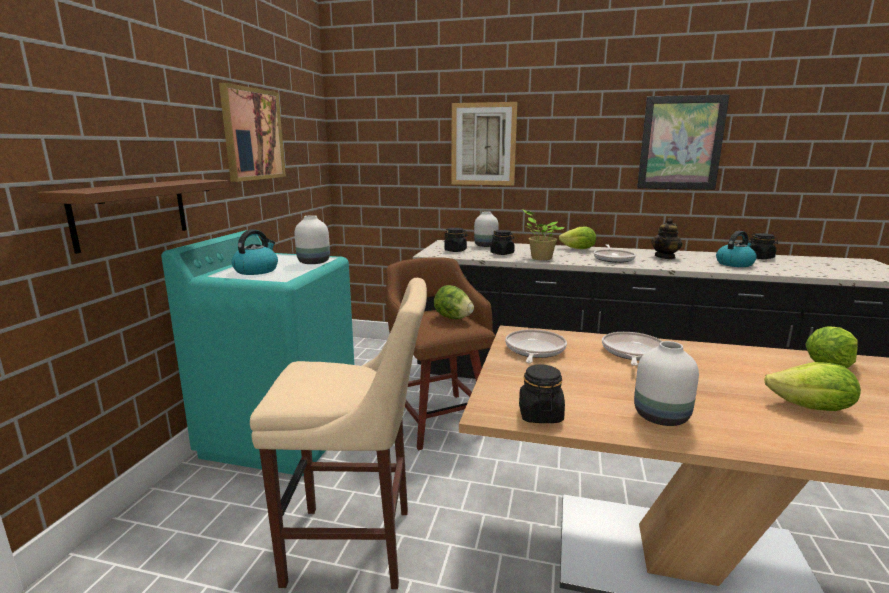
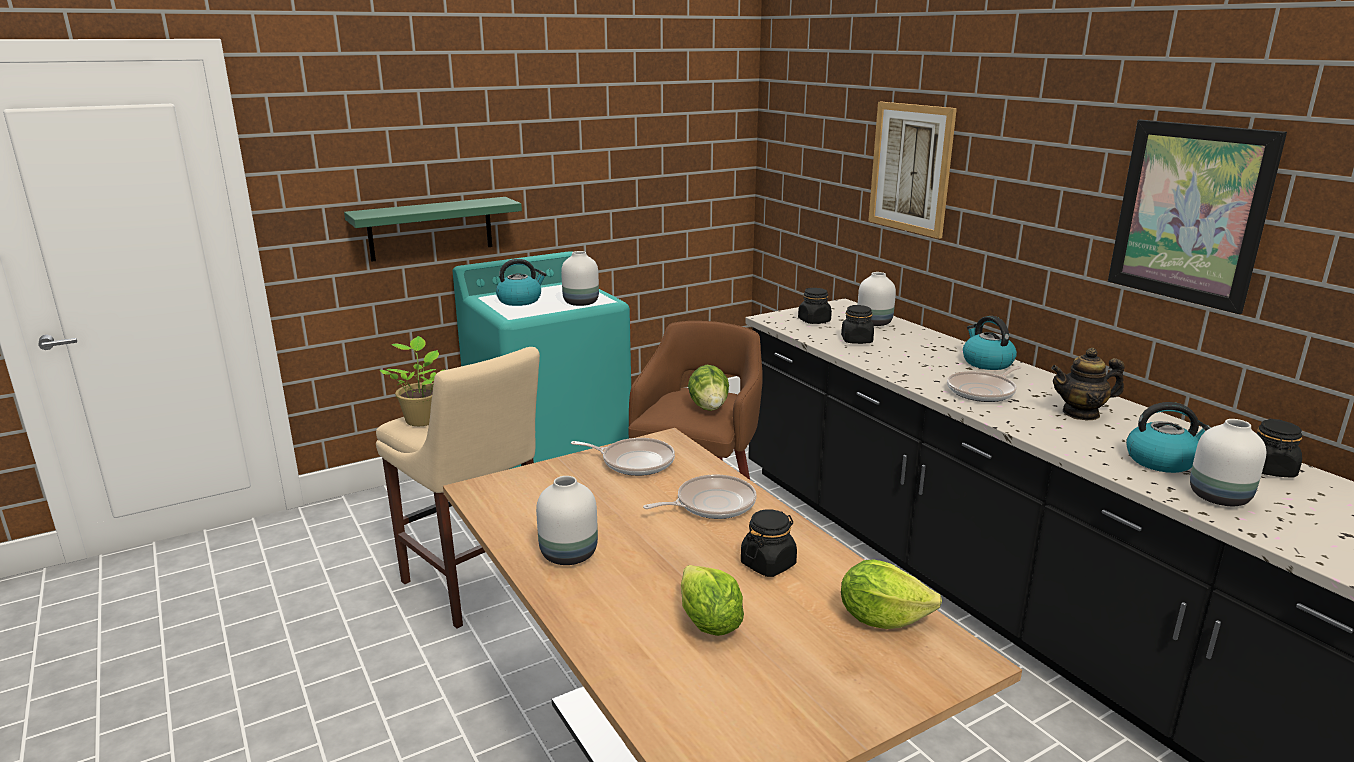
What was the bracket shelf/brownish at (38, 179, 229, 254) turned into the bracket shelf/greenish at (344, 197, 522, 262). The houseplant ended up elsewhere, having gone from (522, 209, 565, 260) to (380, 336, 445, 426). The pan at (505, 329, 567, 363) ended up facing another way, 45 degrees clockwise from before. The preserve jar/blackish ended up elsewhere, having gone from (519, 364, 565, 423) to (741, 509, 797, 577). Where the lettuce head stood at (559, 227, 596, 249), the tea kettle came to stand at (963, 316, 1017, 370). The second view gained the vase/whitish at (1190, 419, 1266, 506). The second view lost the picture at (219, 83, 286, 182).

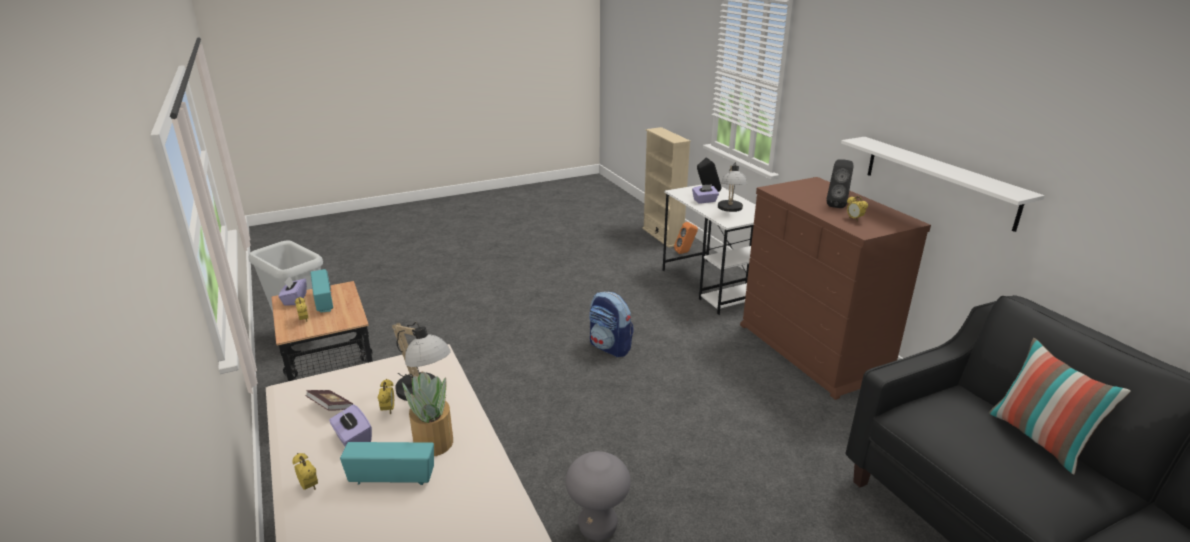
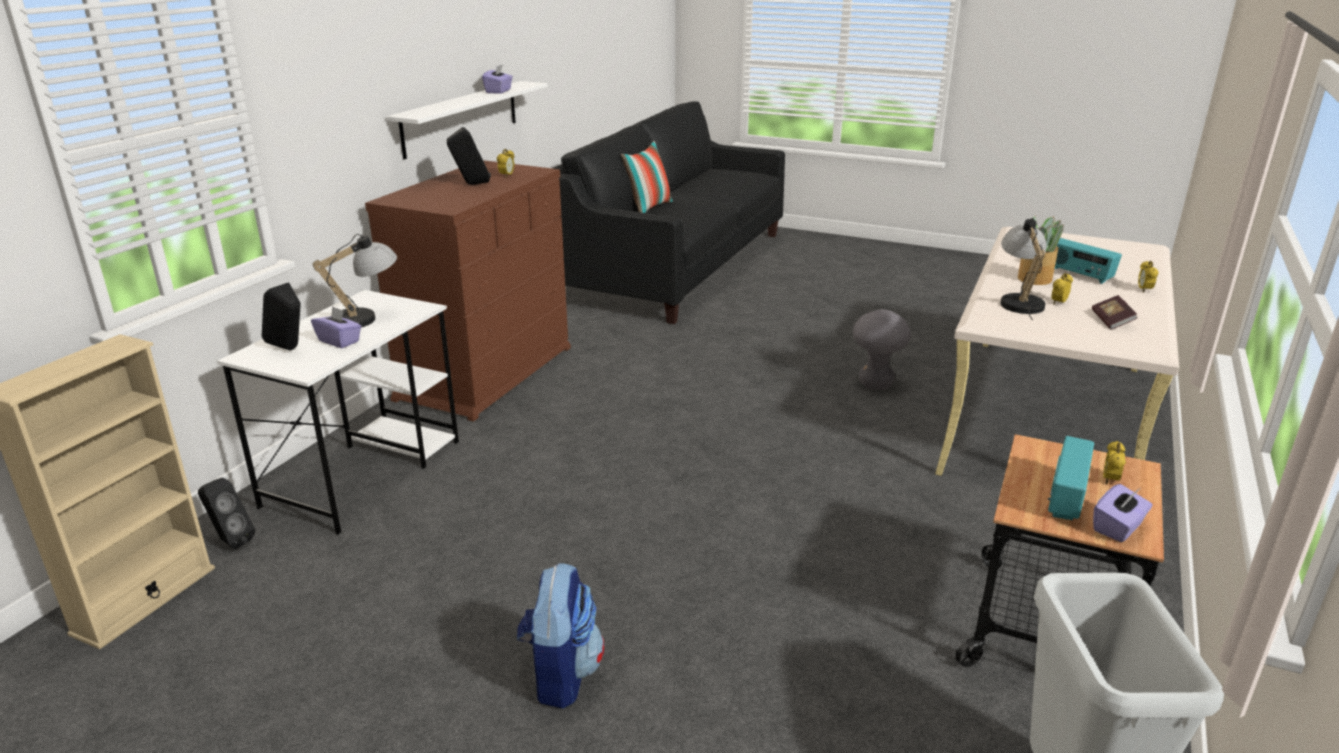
What was the loudspeaker/orangey at (674, 222, 698, 254) turned into the loudspeaker/blackish at (198, 478, 255, 549). The tissue holder/purplish ended up elsewhere, having gone from (329, 405, 372, 446) to (482, 64, 513, 94). The rucksack ended up elsewhere, having gone from (589, 292, 634, 357) to (517, 563, 604, 708).

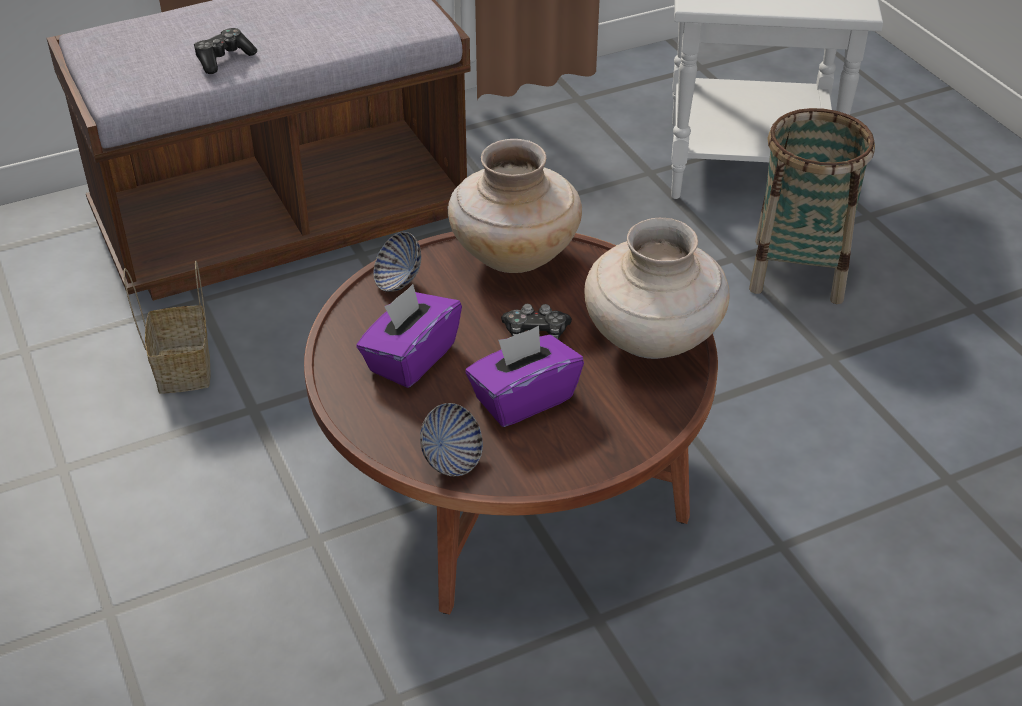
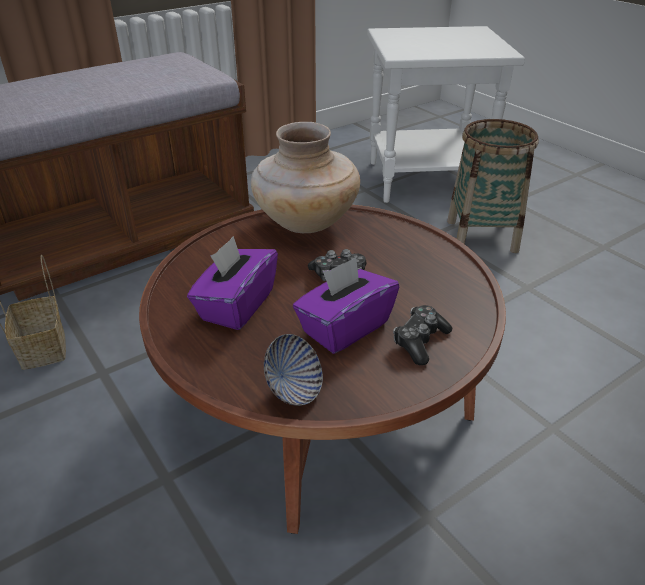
The game controller ended up elsewhere, having gone from (194, 28, 257, 74) to (393, 305, 452, 365). The second view lost the deep dish at (373, 232, 421, 292). The second view lost the vase/beige at (585, 218, 730, 359).

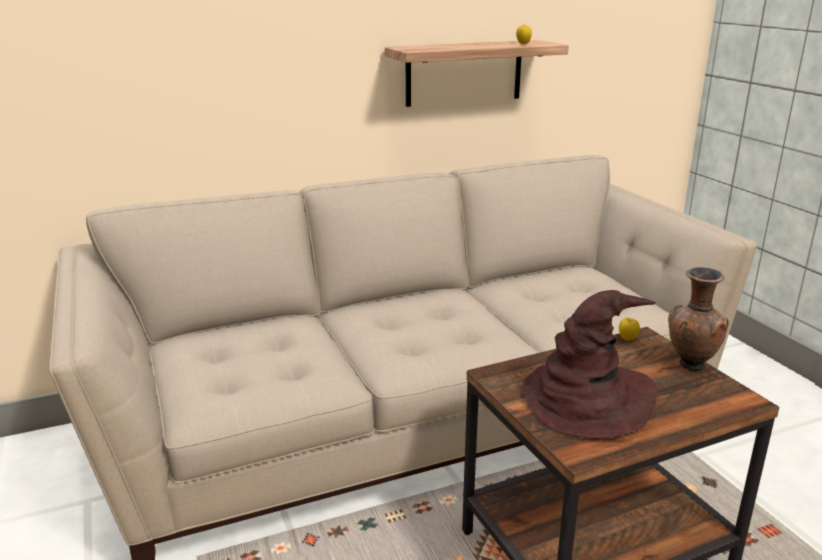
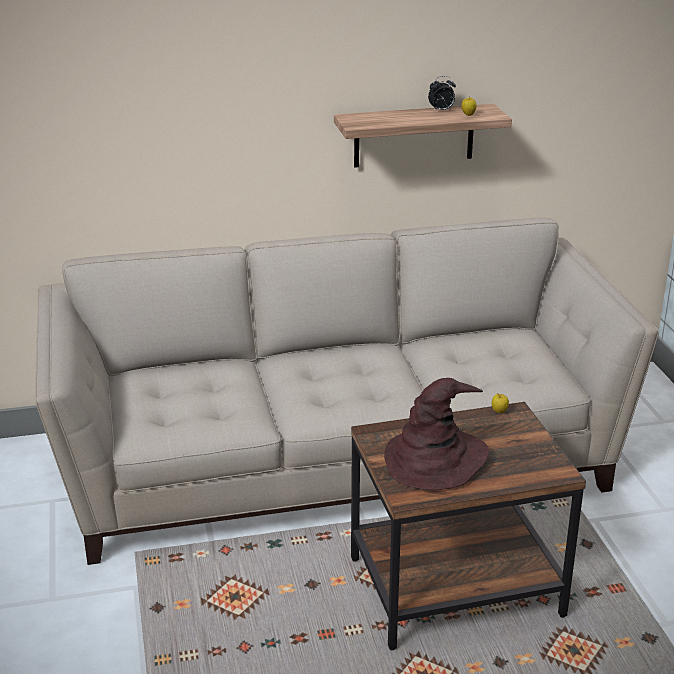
The second view gained the alarm clock at (428, 76, 456, 112). The second view lost the vase/brownish at (668, 267, 729, 371).

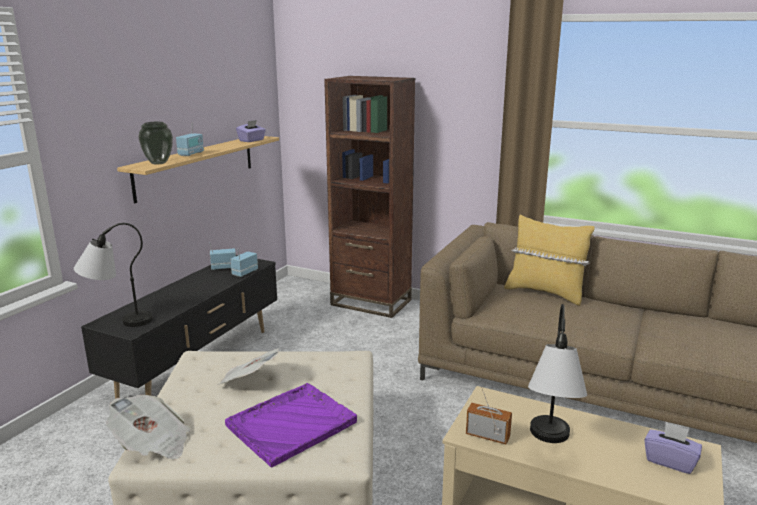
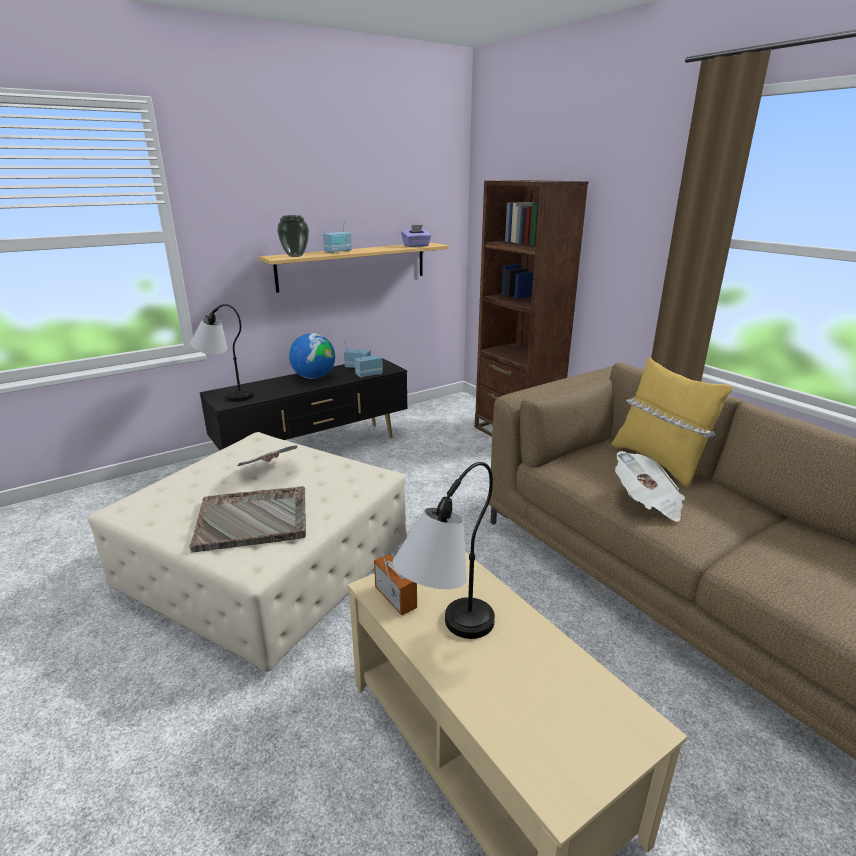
What was the carrying tray/purplish at (225, 383, 357, 467) turned into the carrying tray/greyish at (189, 486, 306, 552). The second view gained the globe at (289, 333, 335, 379). The printed paper ended up elsewhere, having gone from (106, 395, 190, 459) to (615, 451, 685, 522). The second view lost the tissue holder/purplish at (644, 422, 702, 474).

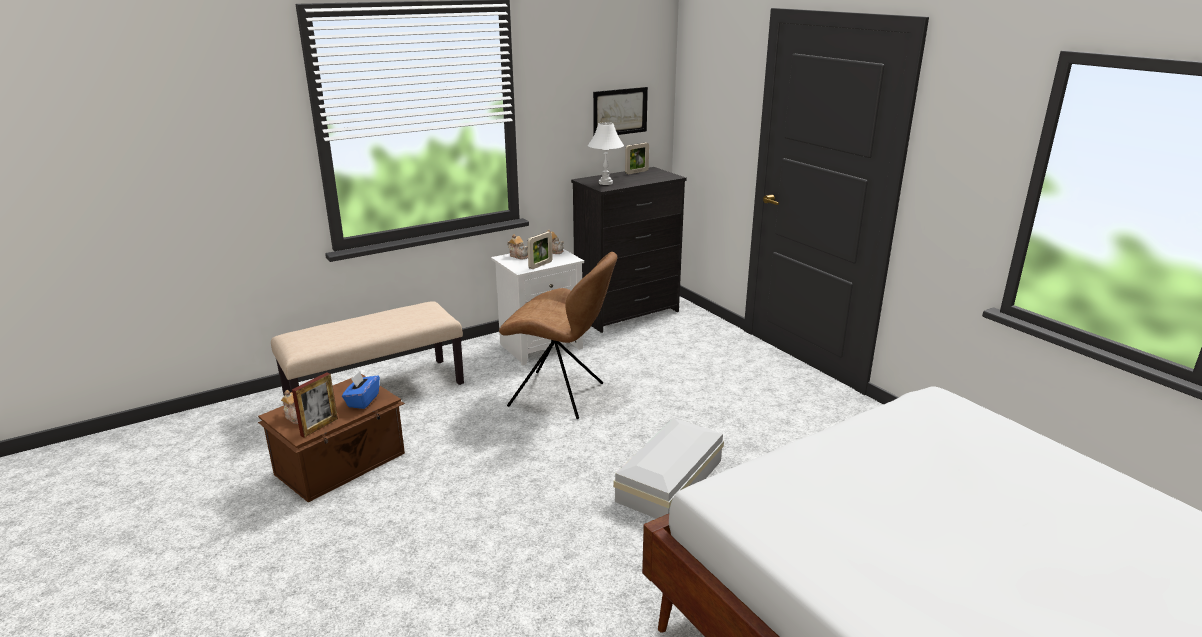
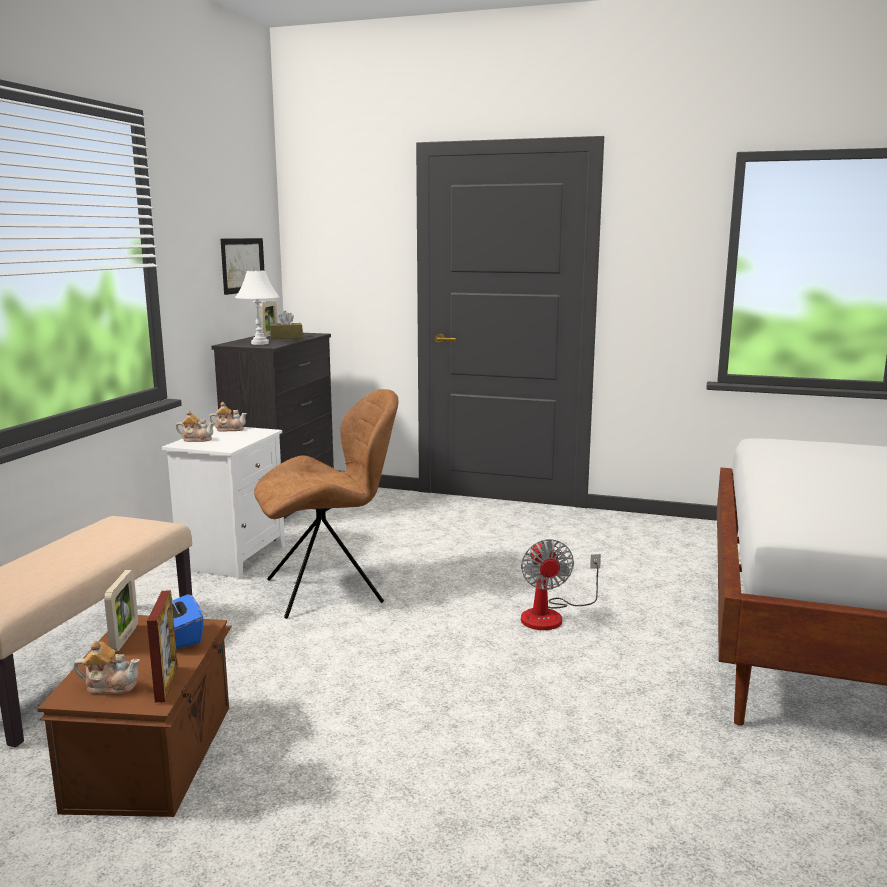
The standing frame ended up elsewhere, having gone from (527, 232, 553, 269) to (104, 570, 138, 651). The second view gained the tissue holder/brownish at (270, 311, 303, 339). Where the storage container/whitish stood at (613, 418, 724, 519), the cooling fan came to stand at (521, 539, 601, 630).

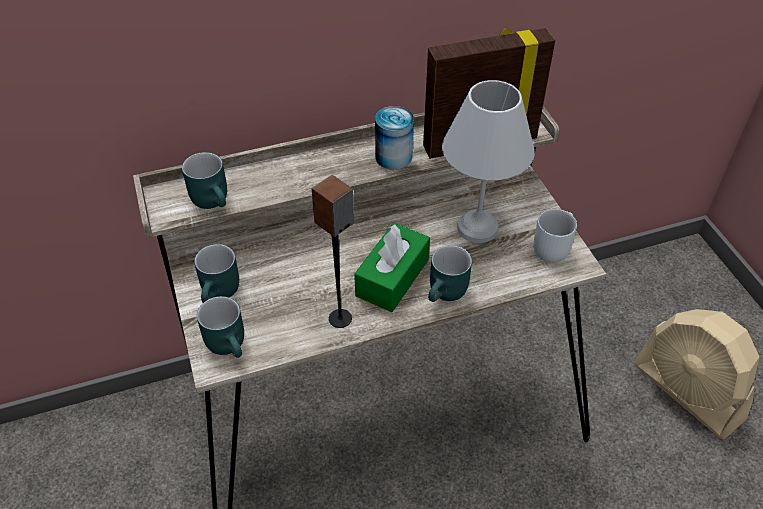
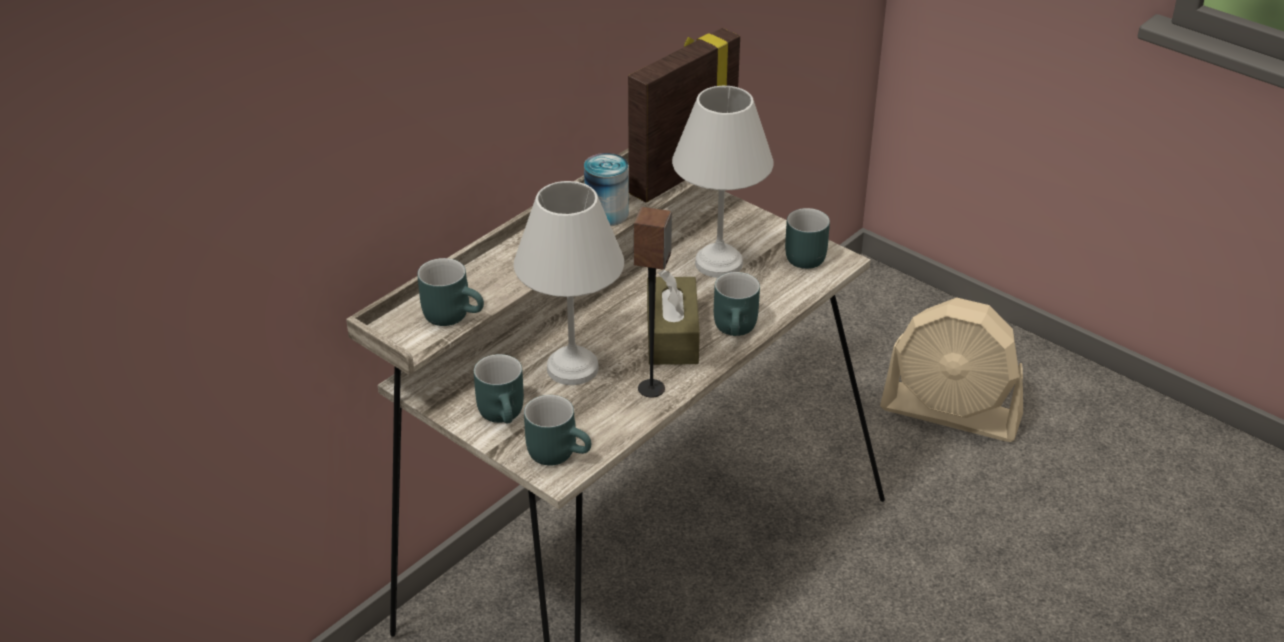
The second view gained the table lamp/whitish at (514, 181, 624, 385). What was the tissue holder/greenish at (354, 223, 430, 312) turned into the tissue holder/brownish at (647, 270, 700, 365). What was the tea mug/whitish at (534, 209, 577, 263) turned into the tea mug/turquoise at (785, 208, 830, 269).

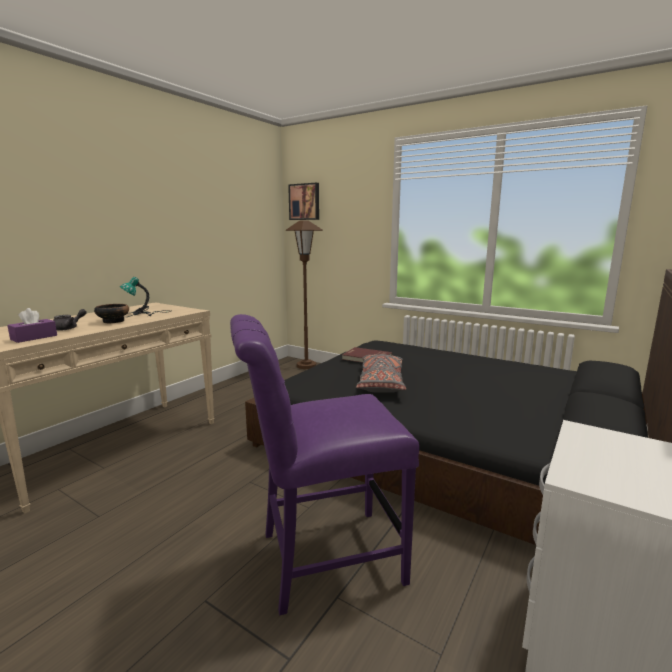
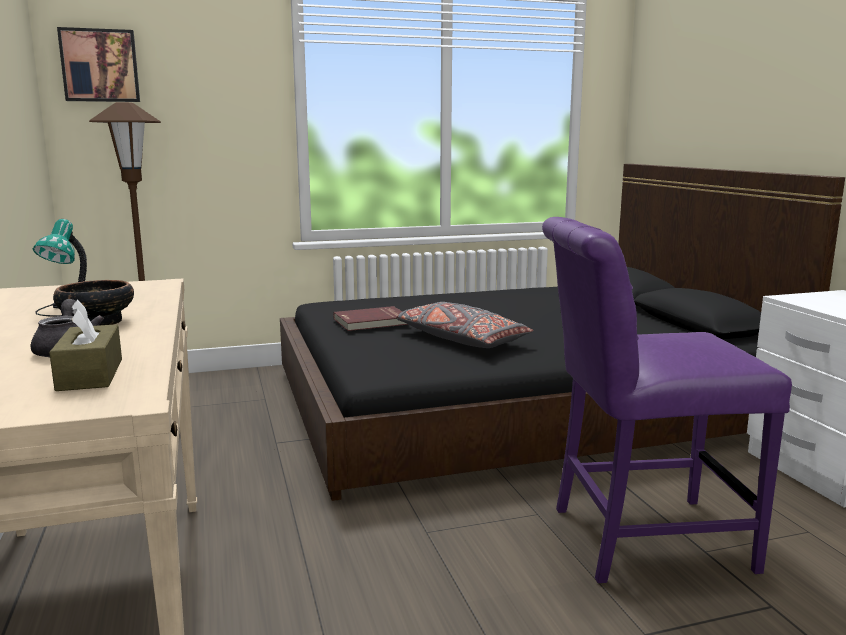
What was the tissue holder/purplish at (7, 308, 57, 343) turned into the tissue holder/brownish at (49, 300, 122, 391). The chair/purplish at (230, 314, 419, 615) ended up facing another way, 60 degrees clockwise from before.

